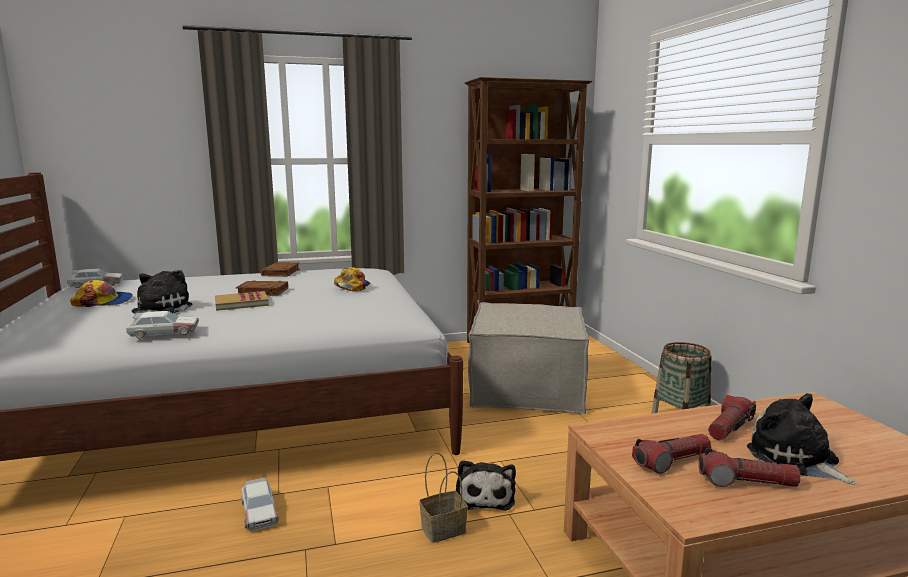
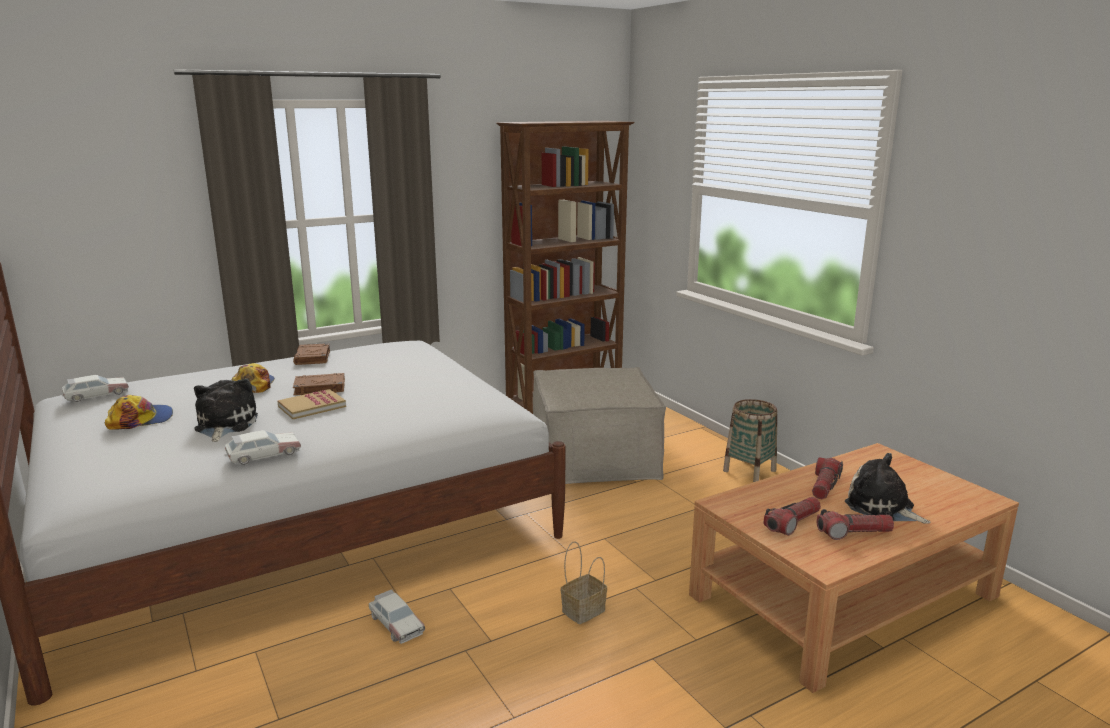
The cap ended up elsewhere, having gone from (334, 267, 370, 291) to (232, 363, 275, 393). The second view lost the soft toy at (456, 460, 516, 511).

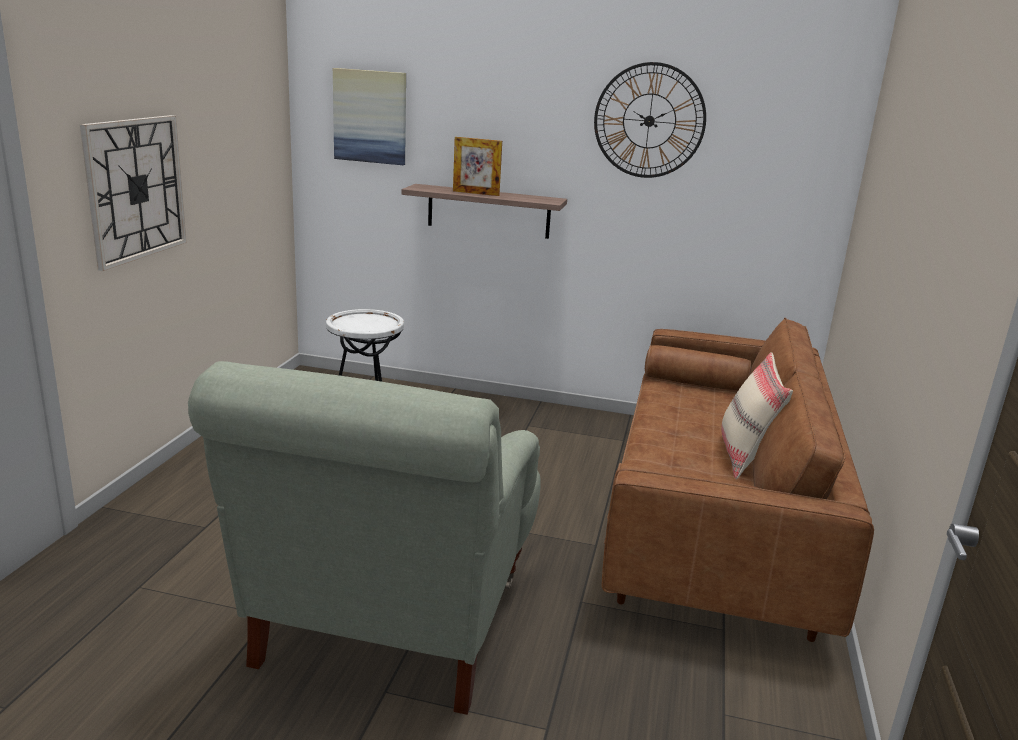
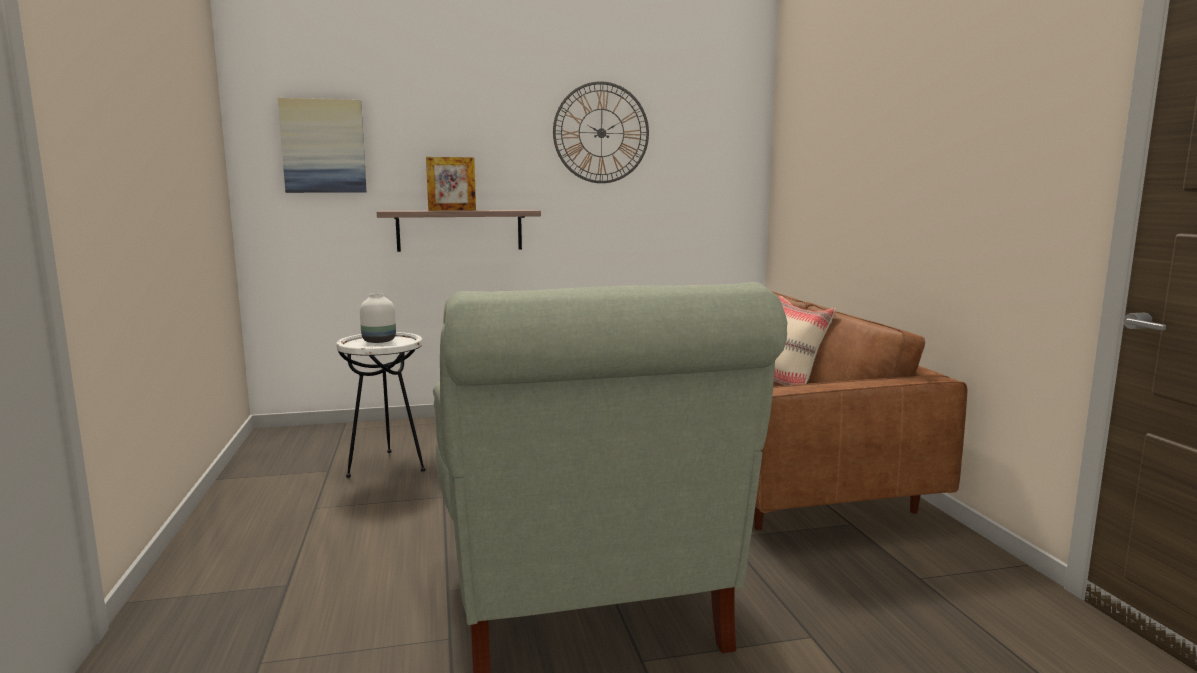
The second view gained the vase/whitish at (360, 293, 396, 343). The second view lost the clock on the wall at (80, 115, 187, 271).

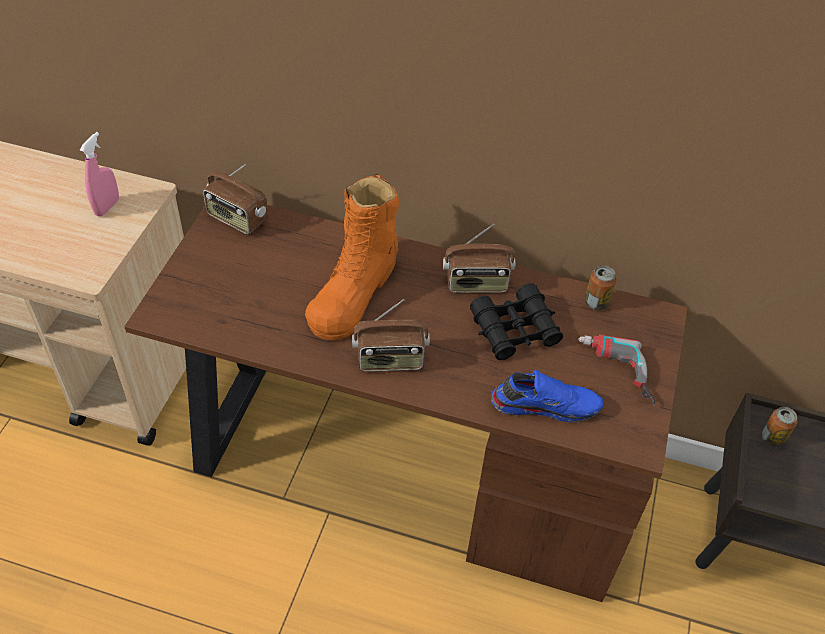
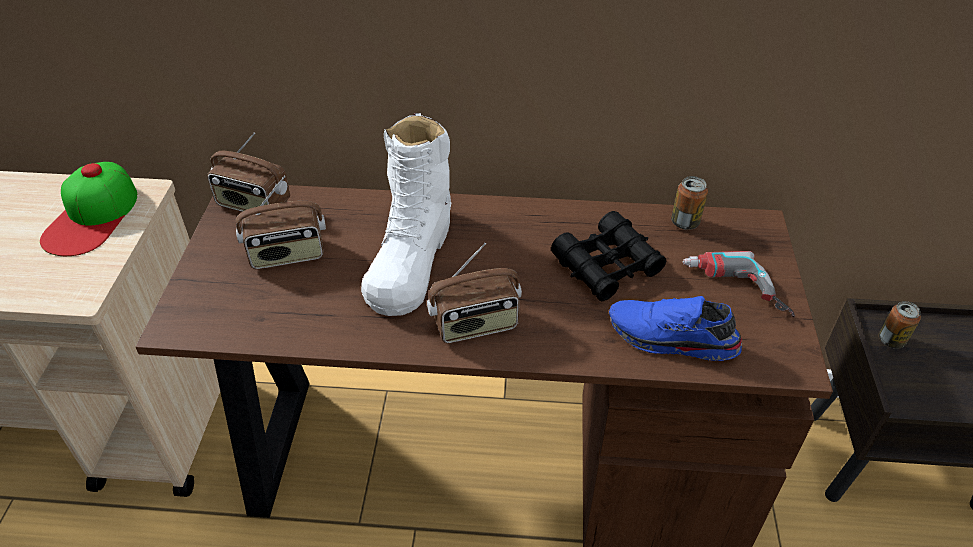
Where the sprayer/pink-coloured stood at (80, 132, 119, 216), the cap came to stand at (40, 162, 137, 256). The radio ended up elsewhere, having gone from (443, 224, 515, 293) to (236, 176, 326, 269). What was the high-top boot/orangey at (305, 174, 399, 341) turned into the high-top boot/whitish at (361, 113, 451, 316). The low shoe/blue at (491, 370, 603, 422) ended up facing another way, 150 degrees counterclockwise from before.

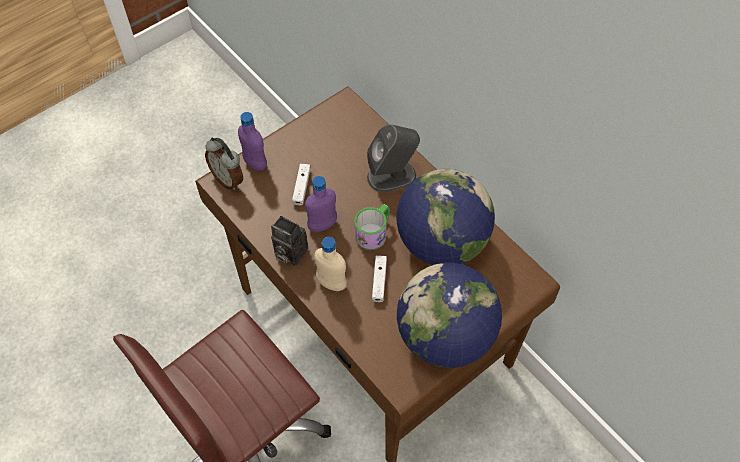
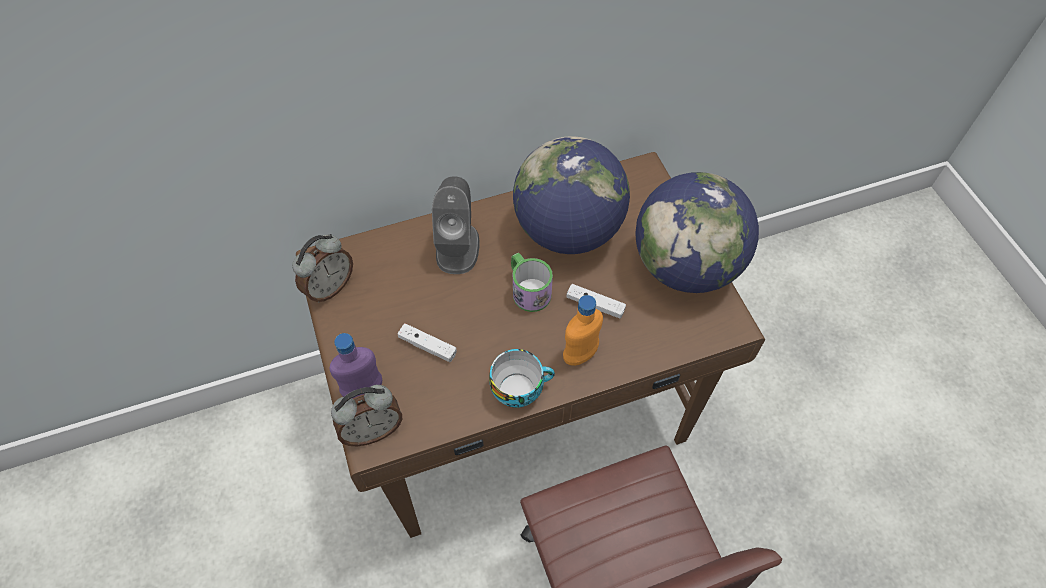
The second view gained the alarm clock at (292, 234, 353, 302). Where the still camera stood at (271, 216, 308, 266), the small cup came to stand at (489, 349, 555, 408). What was the bottle/beige at (314, 237, 347, 291) turned into the bottle/orangey at (563, 295, 603, 366). The second view lost the bottle/purplish at (305, 176, 337, 232).

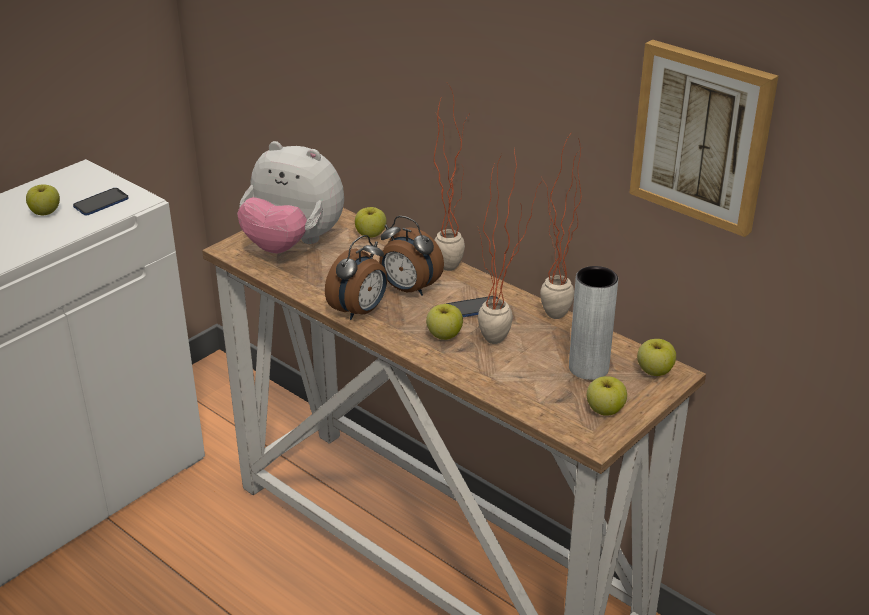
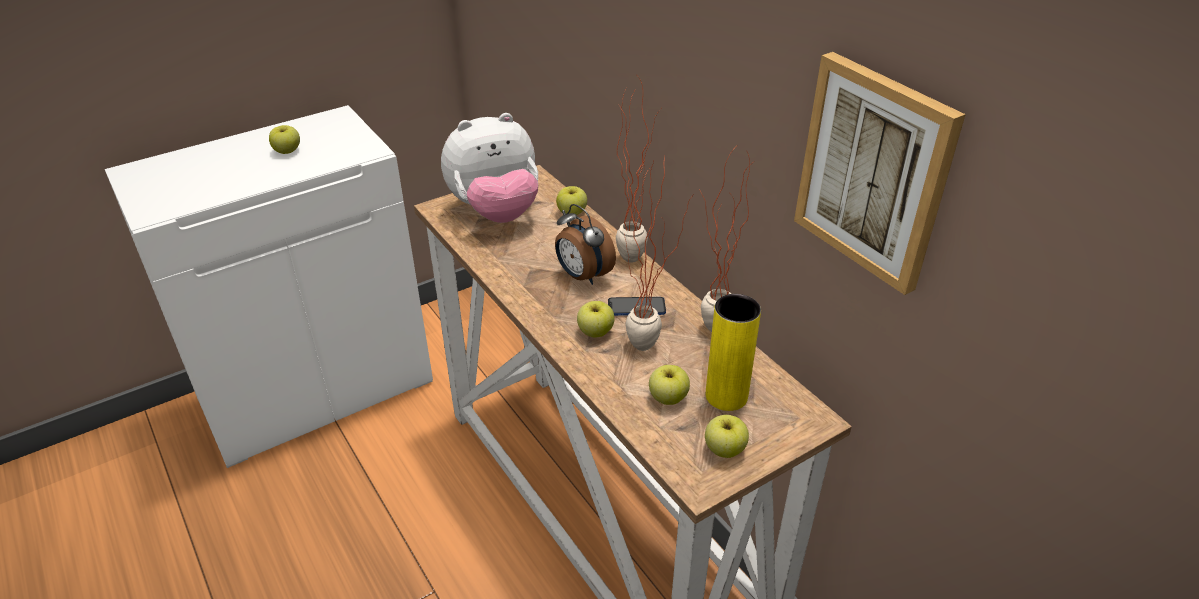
The soft toy at (237, 141, 344, 254) ended up facing another way, 60 degrees counterclockwise from before. The whole apple ended up elsewhere, having gone from (637, 339, 676, 376) to (649, 365, 690, 405). What was the vase/greyish at (569, 266, 618, 380) turned into the vase/yellow-coloured at (706, 294, 761, 411). The second view lost the handset at (73, 188, 128, 215). The second view lost the alarm clock at (325, 235, 387, 320).

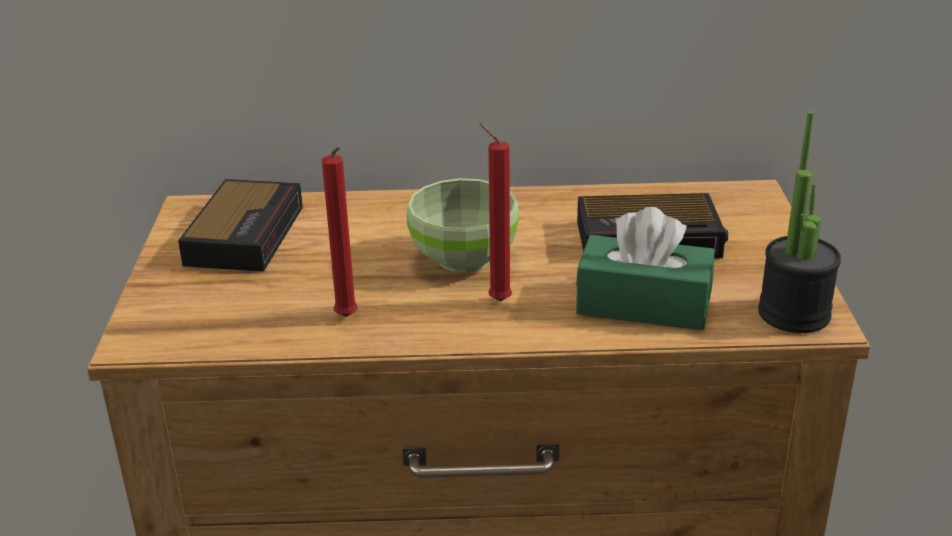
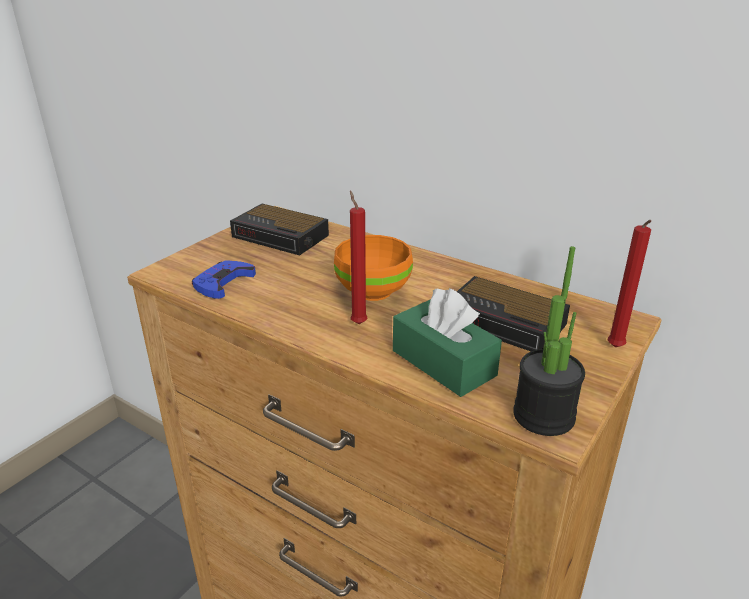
The second view gained the game controller/blue at (192, 261, 256, 299). The alarm clock at (178, 179, 303, 272) ended up facing another way, 75 degrees clockwise from before. What was the deep dish/greenish at (406, 178, 519, 272) turned into the deep dish/orangey at (334, 235, 413, 301). The wax light/reddish ended up elsewhere, having gone from (322, 147, 358, 317) to (607, 220, 651, 347).

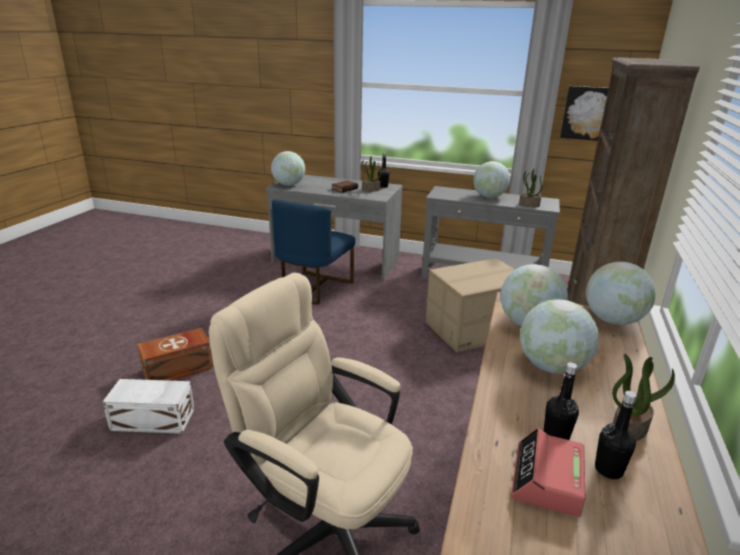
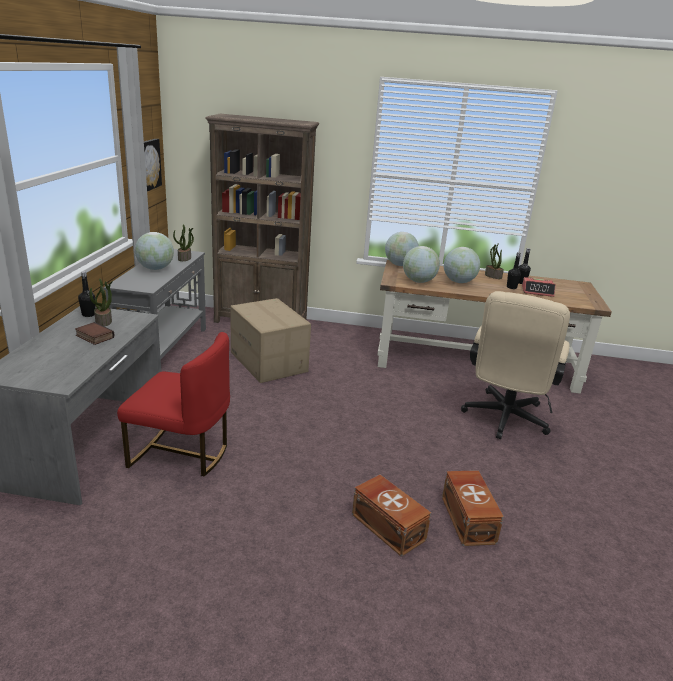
What was the chair/blue at (272, 199, 355, 305) turned into the chair/reddish at (117, 332, 230, 476). What was the storage container/whitish at (103, 379, 195, 434) turned into the storage container/brownish at (442, 470, 504, 546). The second view lost the globe at (271, 151, 305, 186).

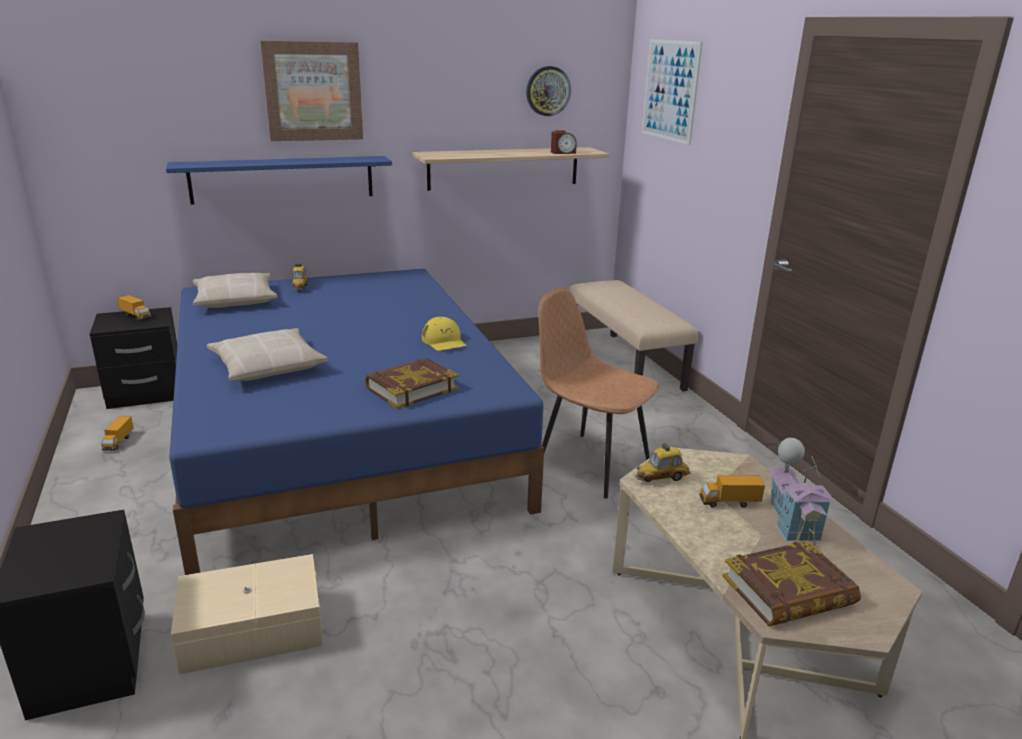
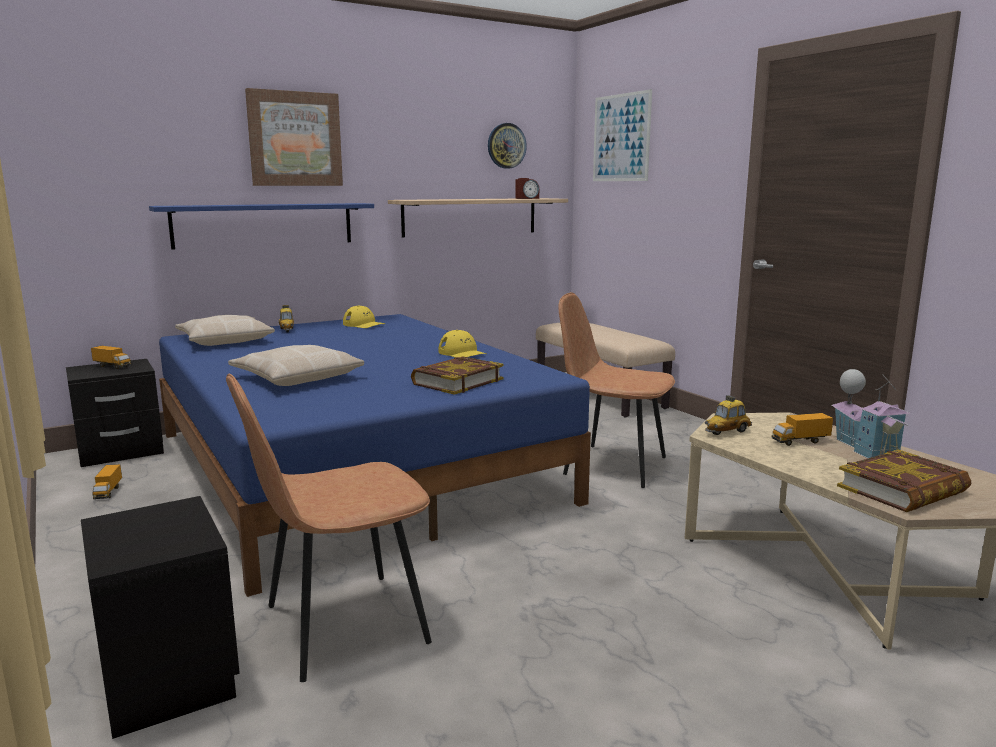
Where the storage container/beige stood at (171, 554, 323, 674), the chair/brownish came to stand at (226, 374, 432, 682). The second view gained the cap/yellow-coloured at (343, 306, 385, 328).

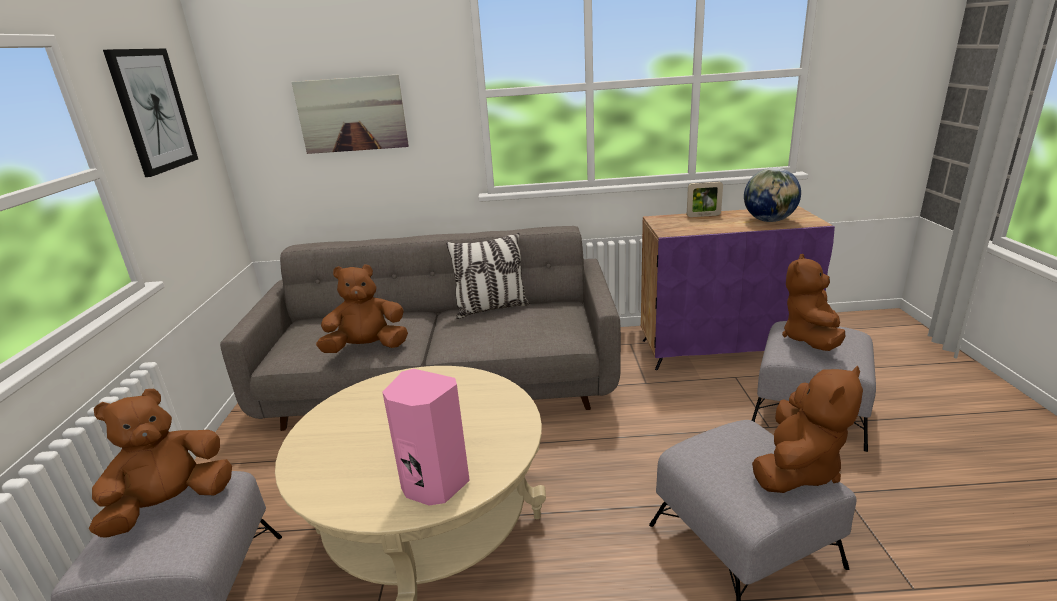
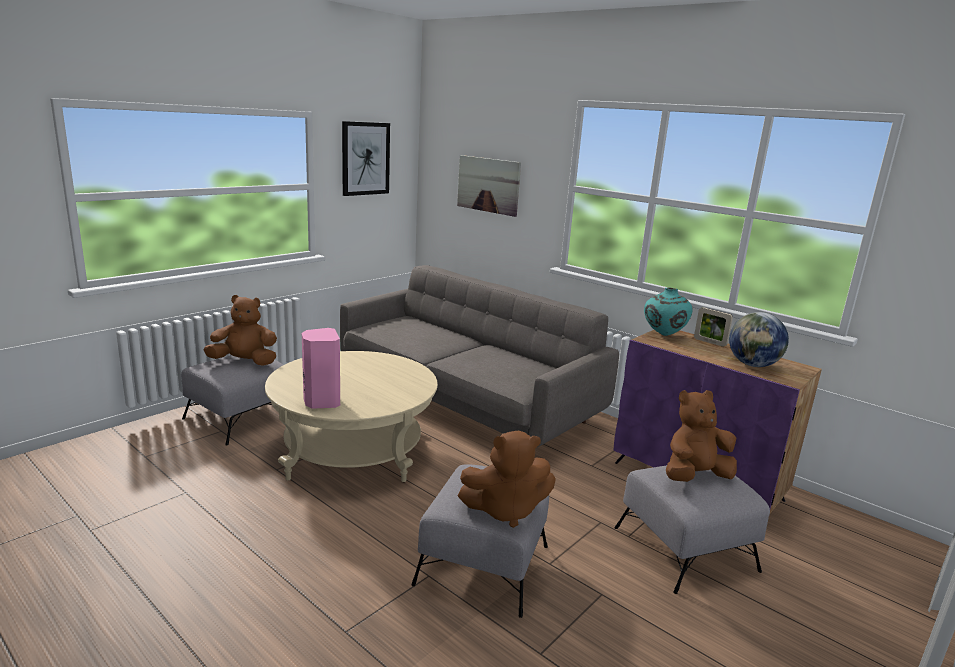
The second view gained the vase/turquoise at (644, 288, 692, 336). The second view lost the soft toy/brownish at (316, 264, 408, 353). The second view lost the cushion at (446, 233, 530, 319).

